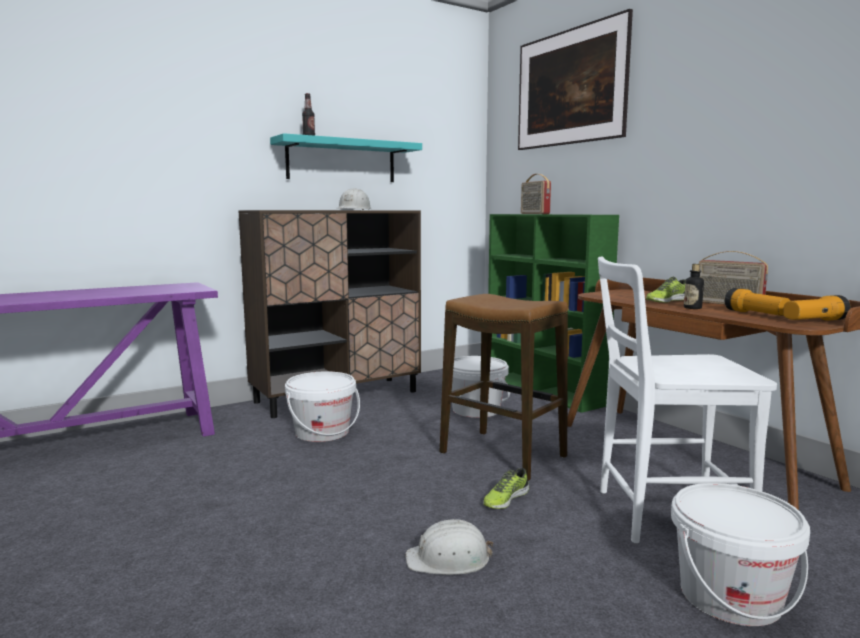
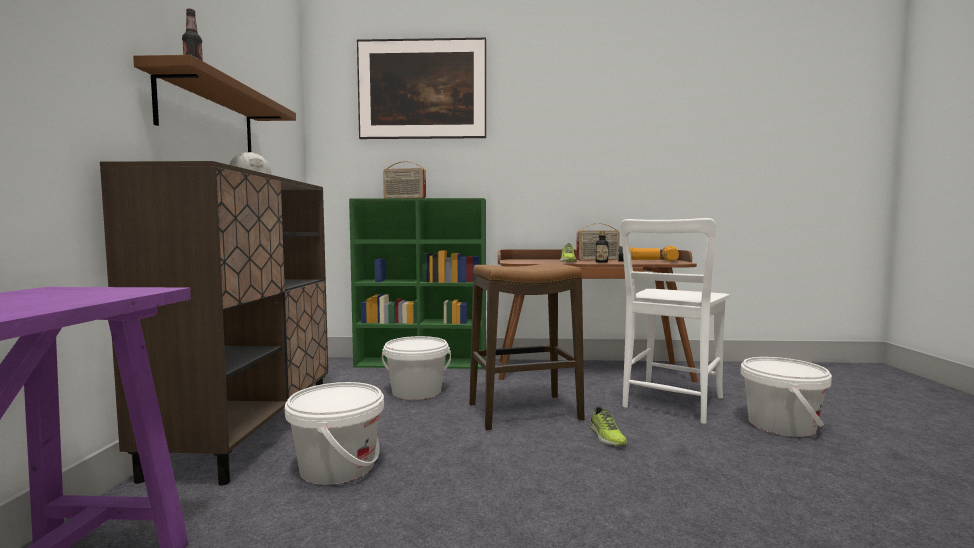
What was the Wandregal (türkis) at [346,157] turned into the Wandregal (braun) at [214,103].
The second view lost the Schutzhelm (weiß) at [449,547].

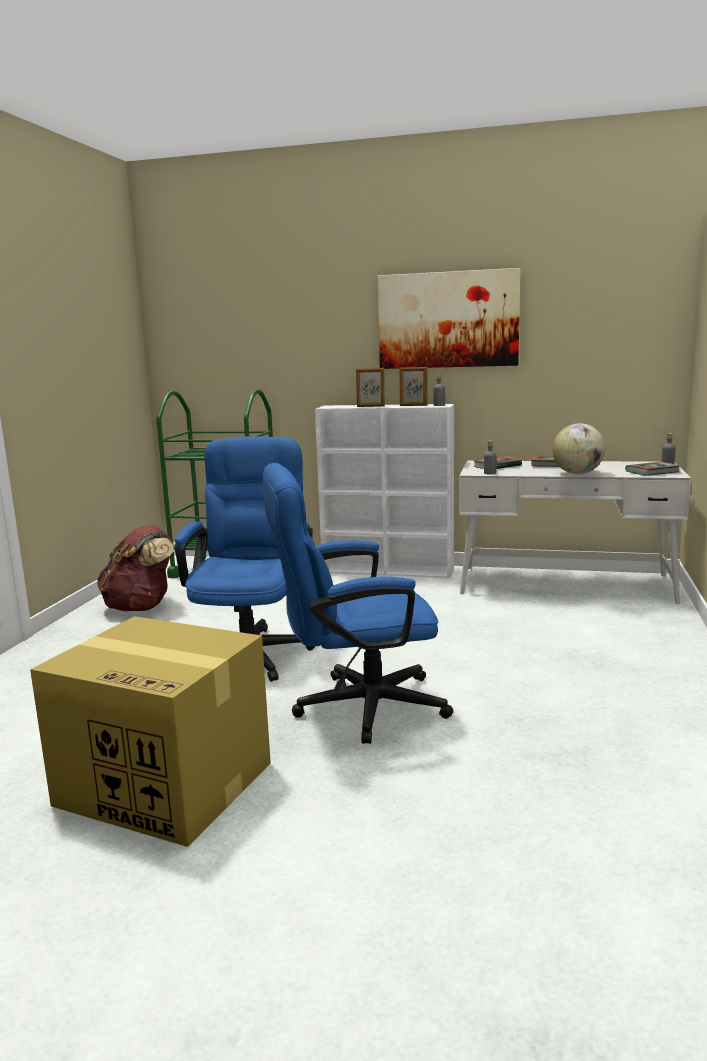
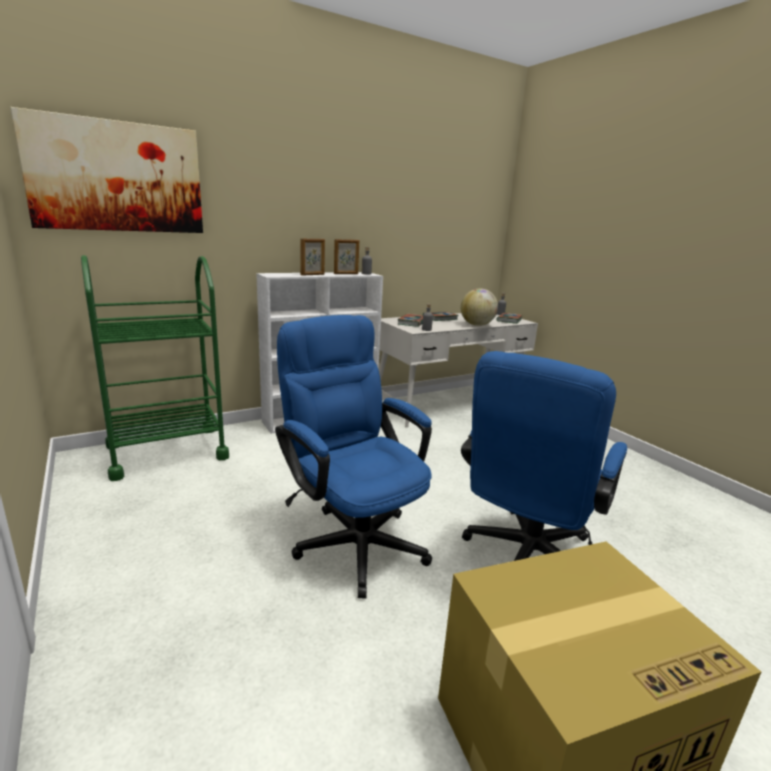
The second view lost the Rucksack (braun) at [135,568].
The Bild ended up elsewhere, having gone from [449,318] to [106,170].

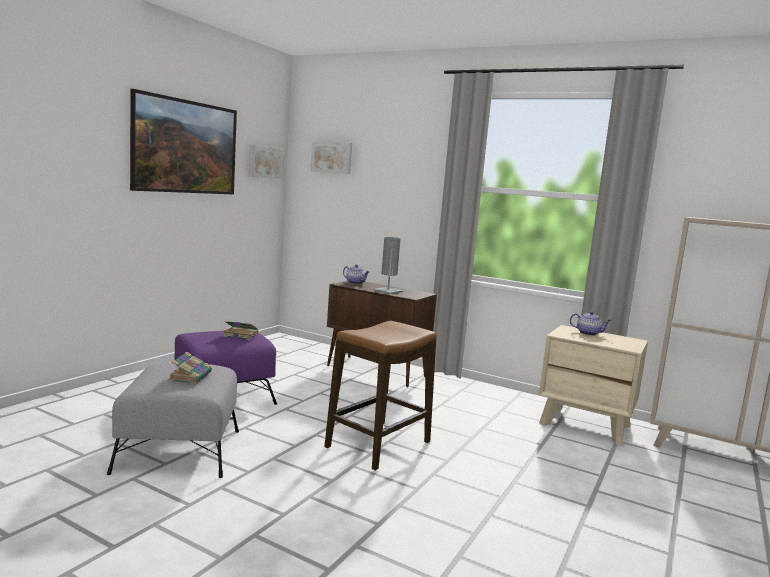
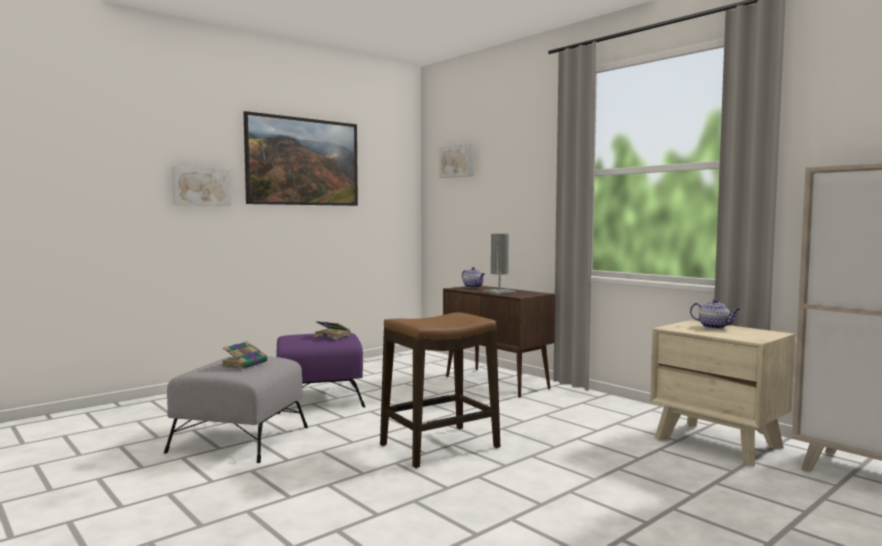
The Bild ended up elsewhere, having gone from [265,162] to [201,186].

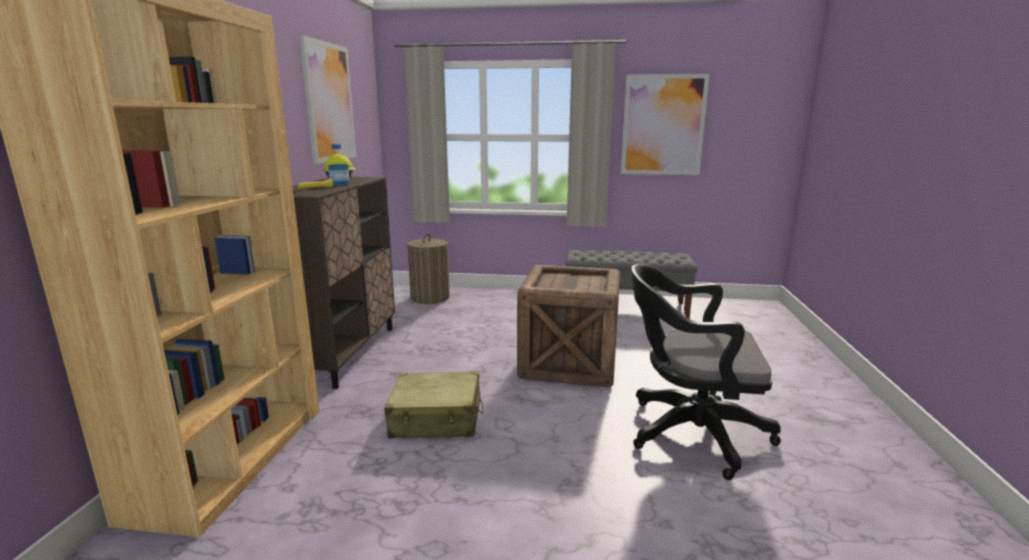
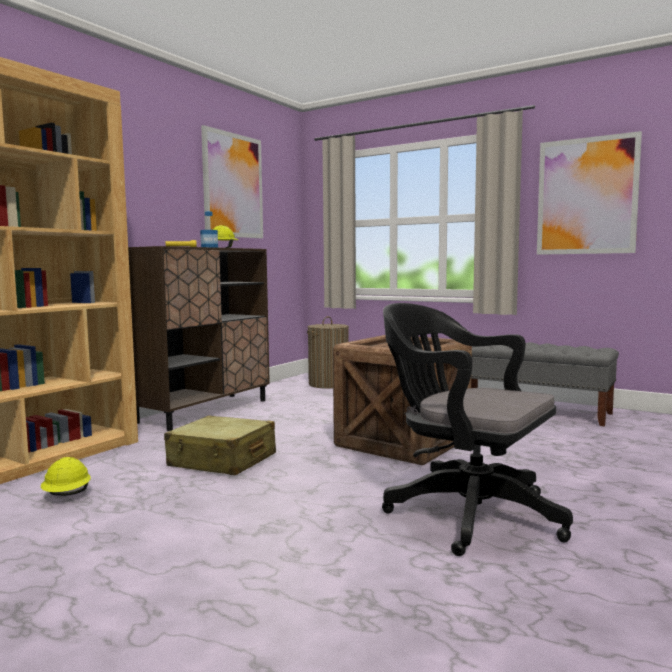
The second view gained the Schutzhelm (gelb) at [66,476].

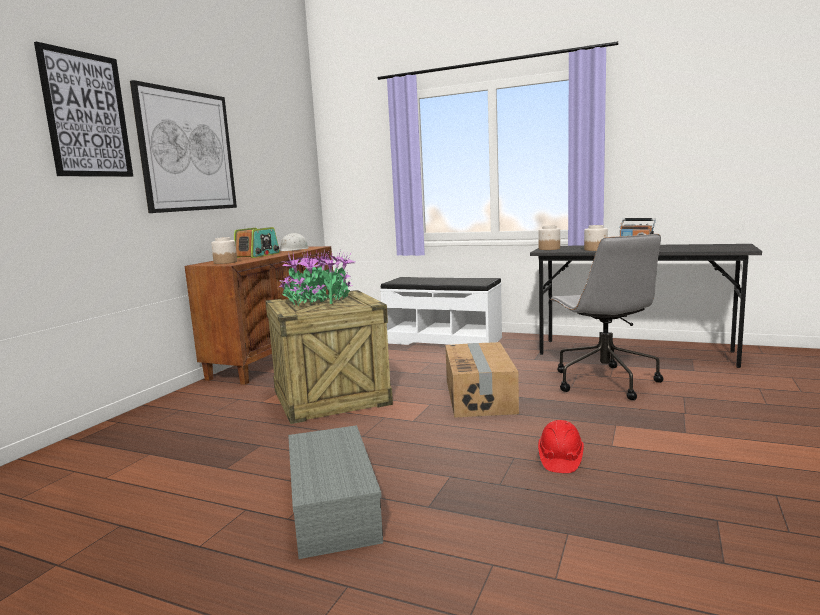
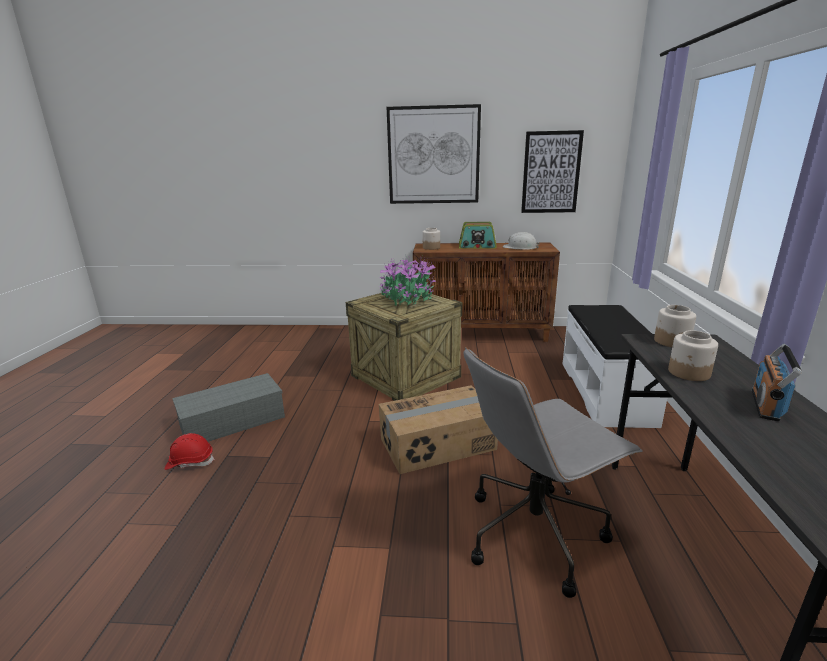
The Bild ended up elsewhere, having gone from [83,109] to [552,171].
The Schutzhelm (rot) ended up elsewhere, having gone from [561,446] to [190,451].

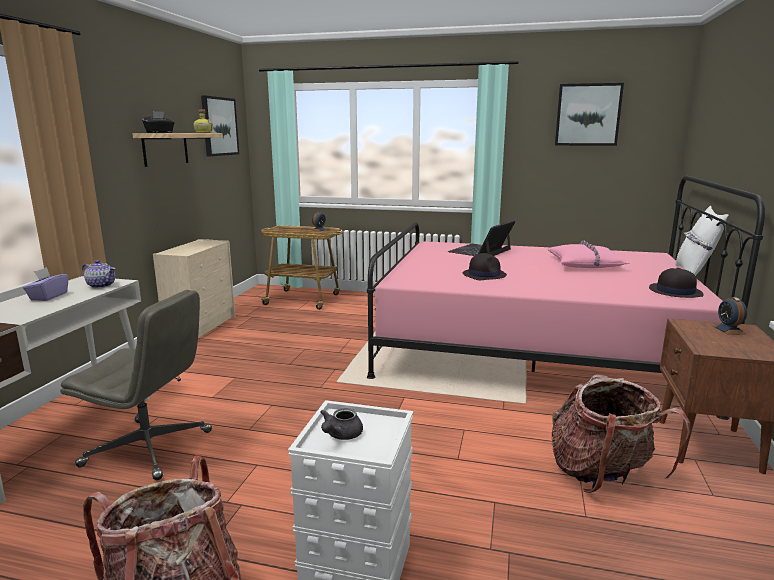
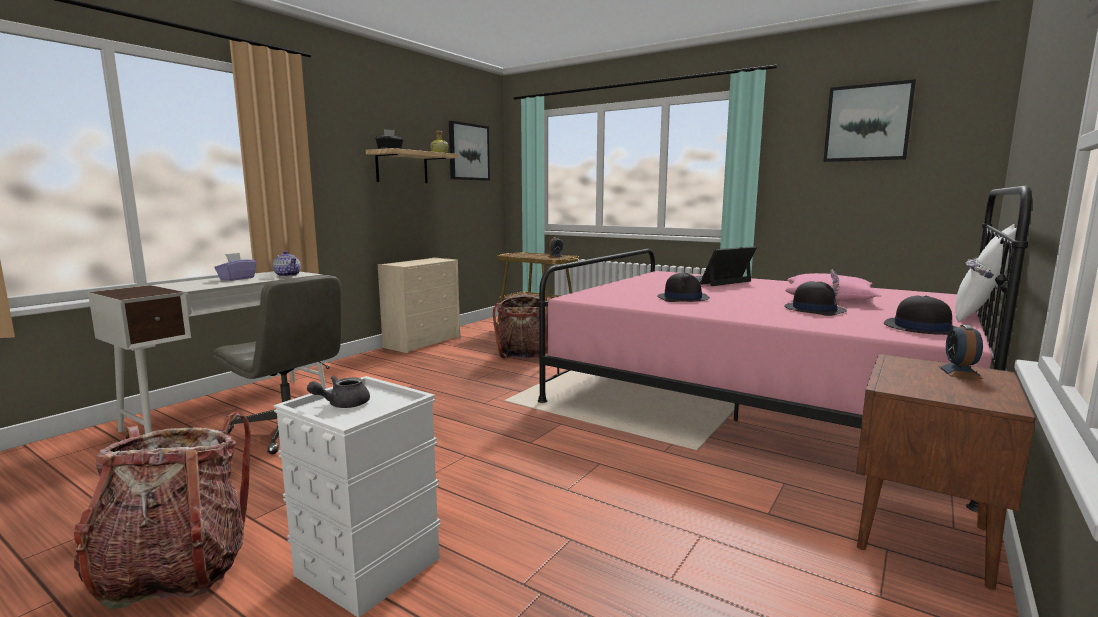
The Rucksack ended up elsewhere, having gone from [620,433] to [520,326].
The second view gained the Hut (schwarz) at [815,298].

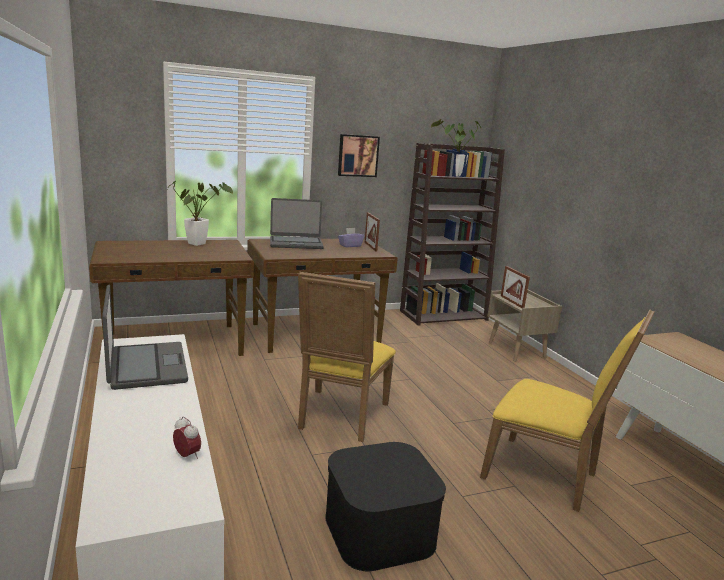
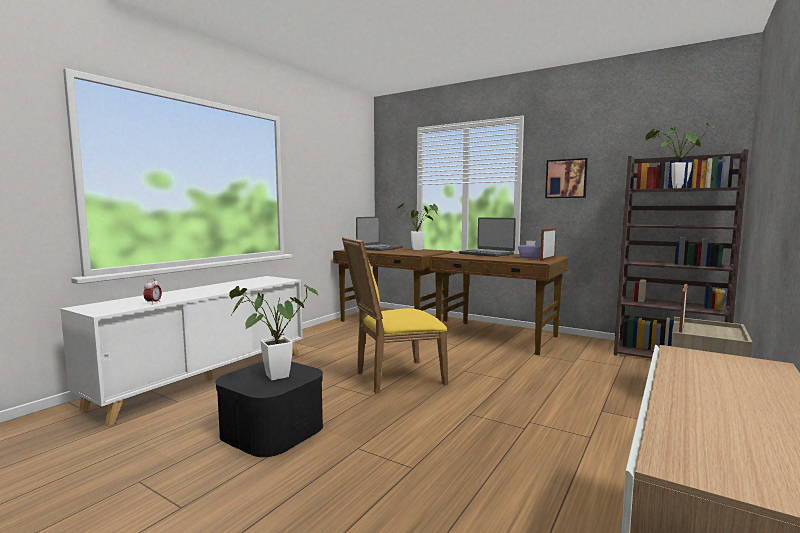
The Laptop ended up elsewhere, having gone from [145,337] to [379,234].
The second view lost the Stuhl (gelb) at [567,410].
The second view gained the Topfpflanze at [274,332].

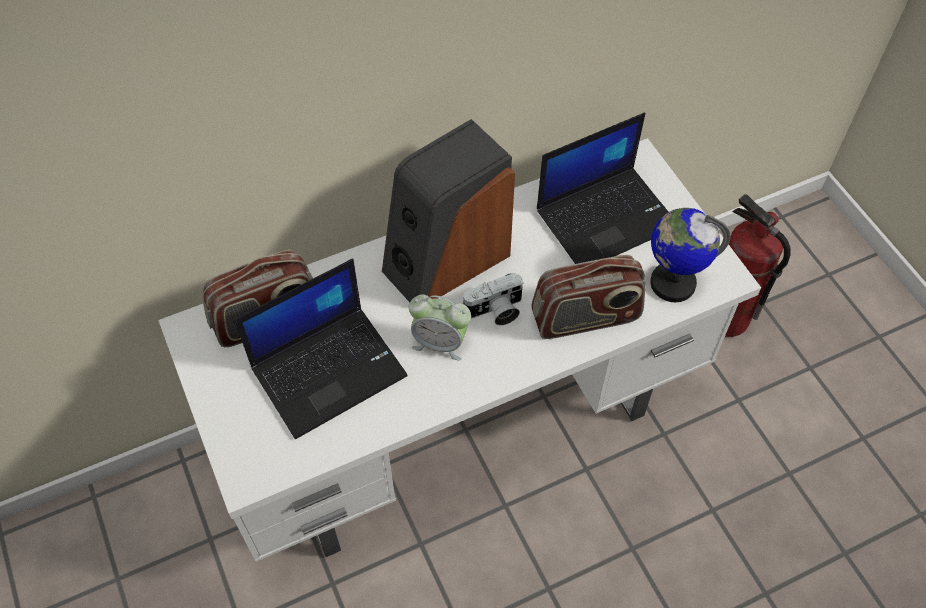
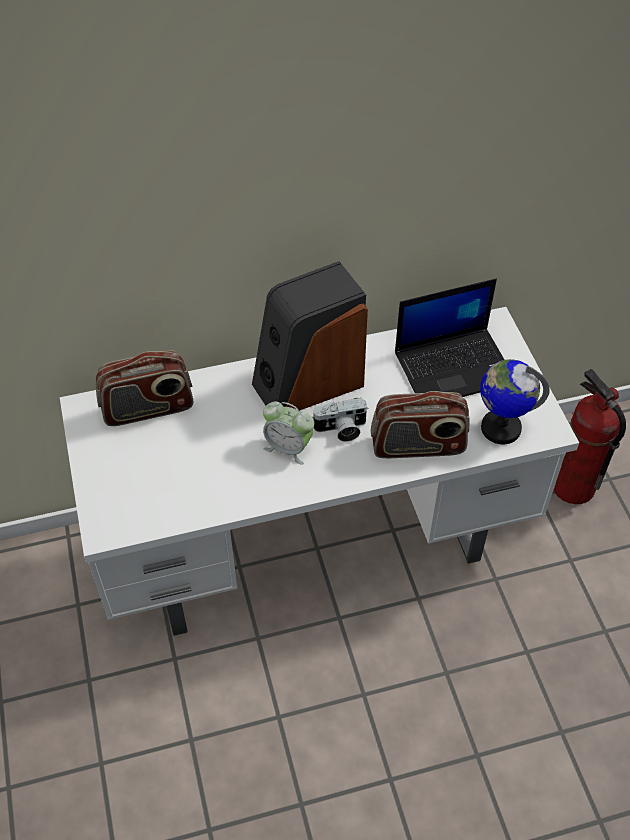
The second view lost the Laptop at [321,349].

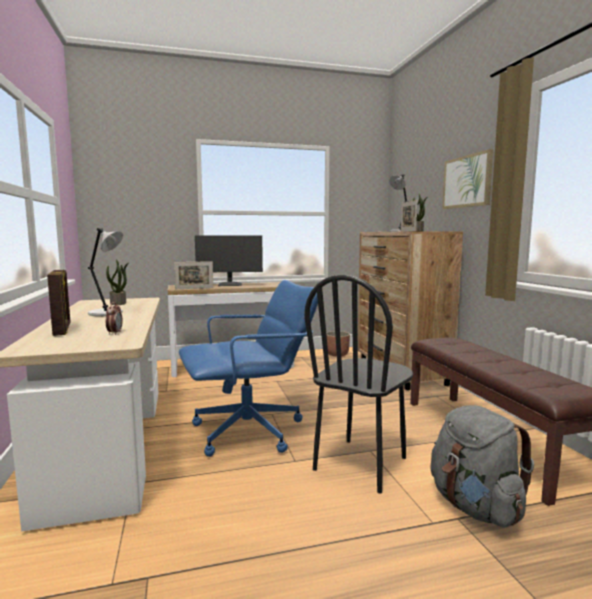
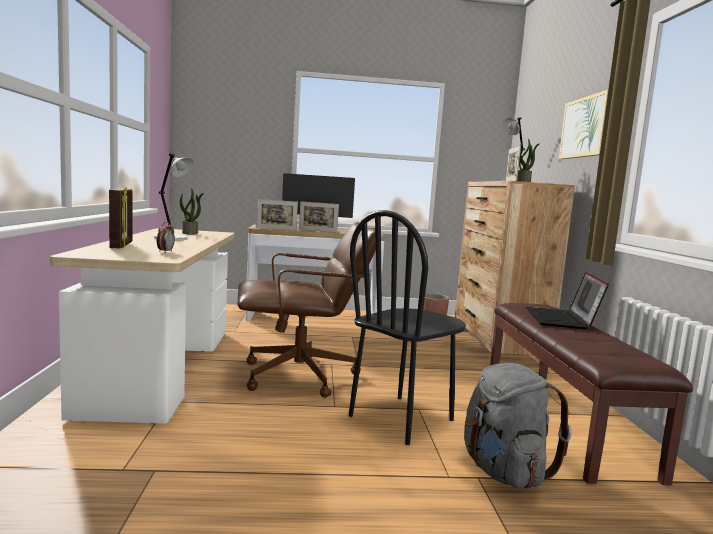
What was the Bürostuhl (blau) at [248,368] turned into the Bürostuhl (braun) at [306,310].
The second view gained the Bilderrahmen at [319,216].
The second view gained the Laptop at [567,300].

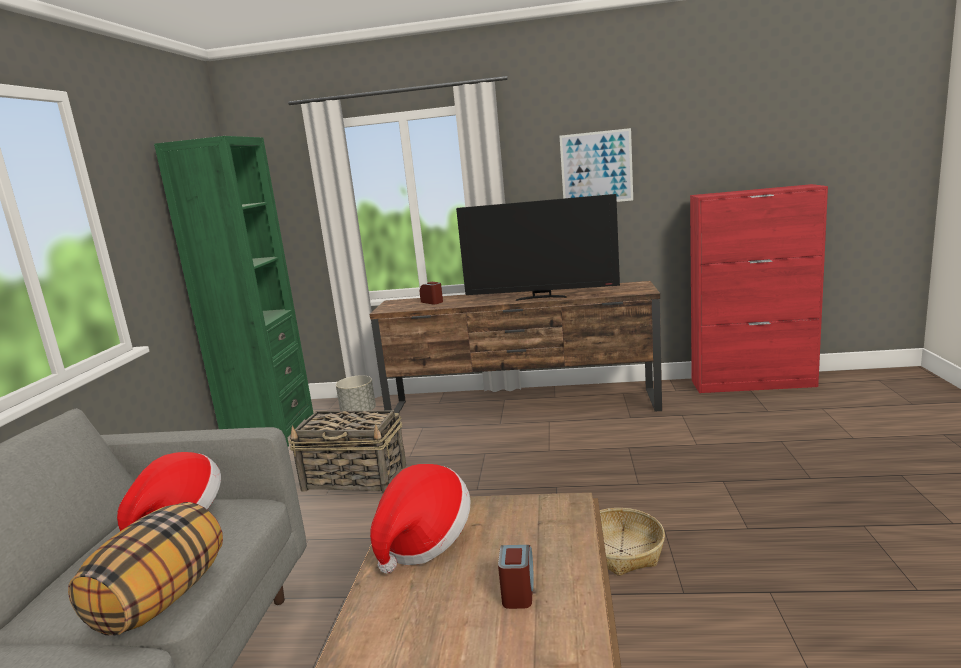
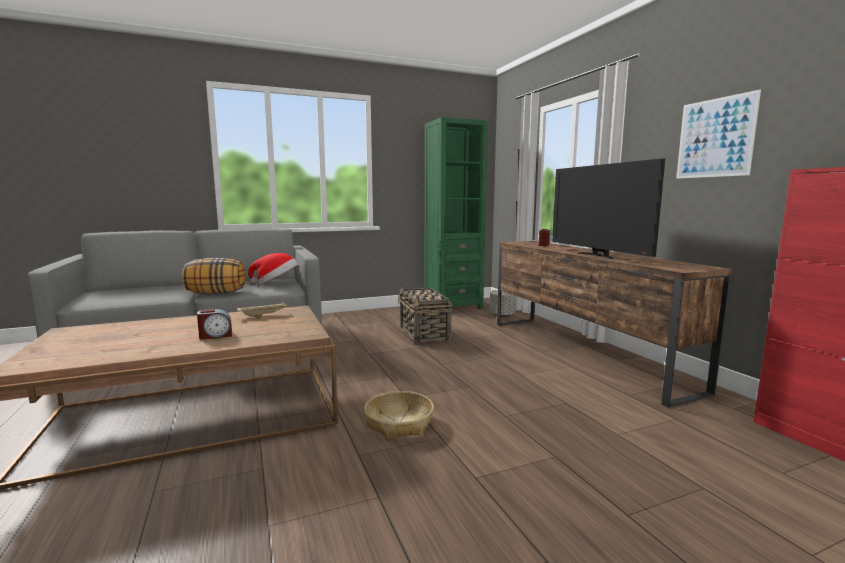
Where the Hut stood at [420,519], the Tablett (beige) came to stand at [262,309].

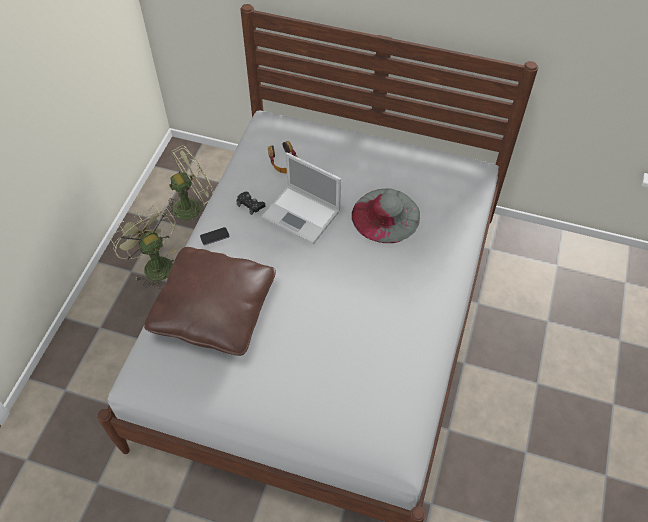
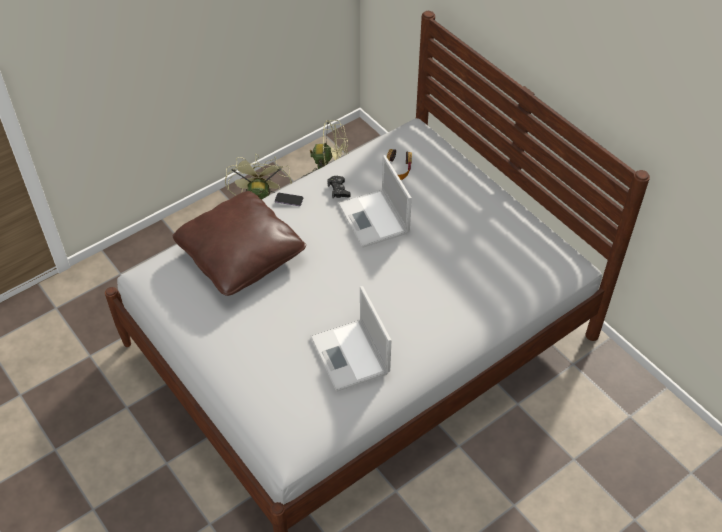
The second view lost the Hut (grau) at [386,215].
The second view gained the Laptop at [351,339].

